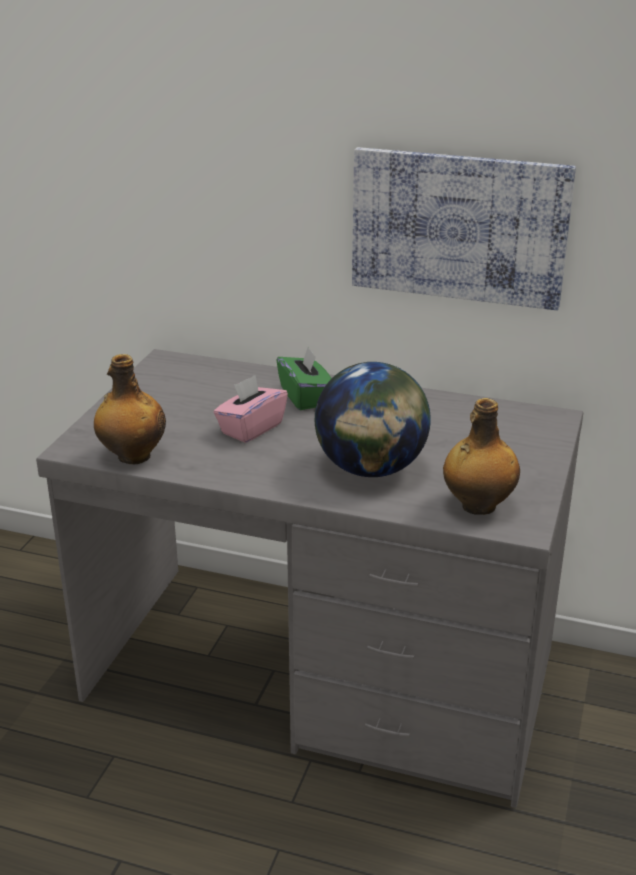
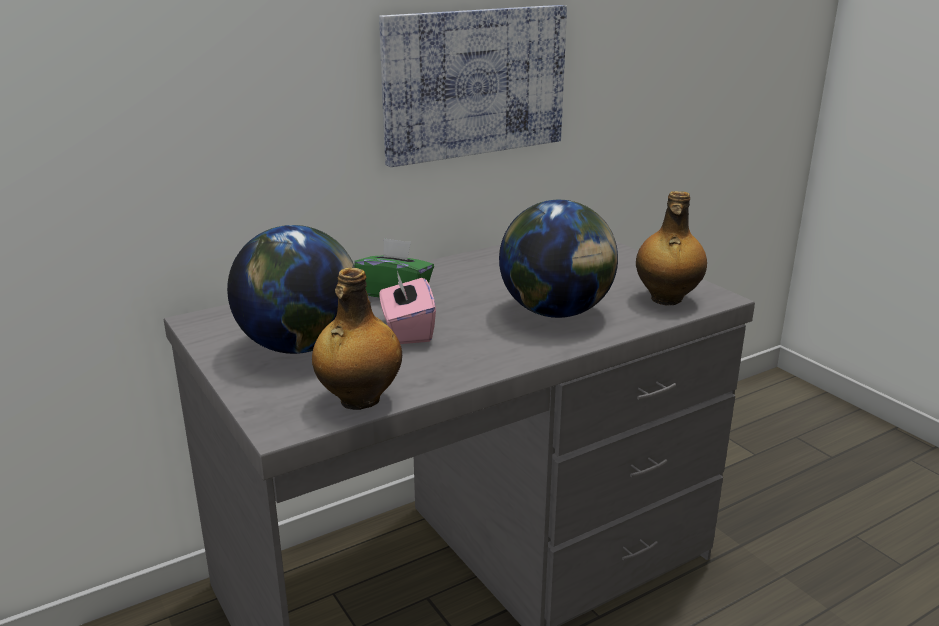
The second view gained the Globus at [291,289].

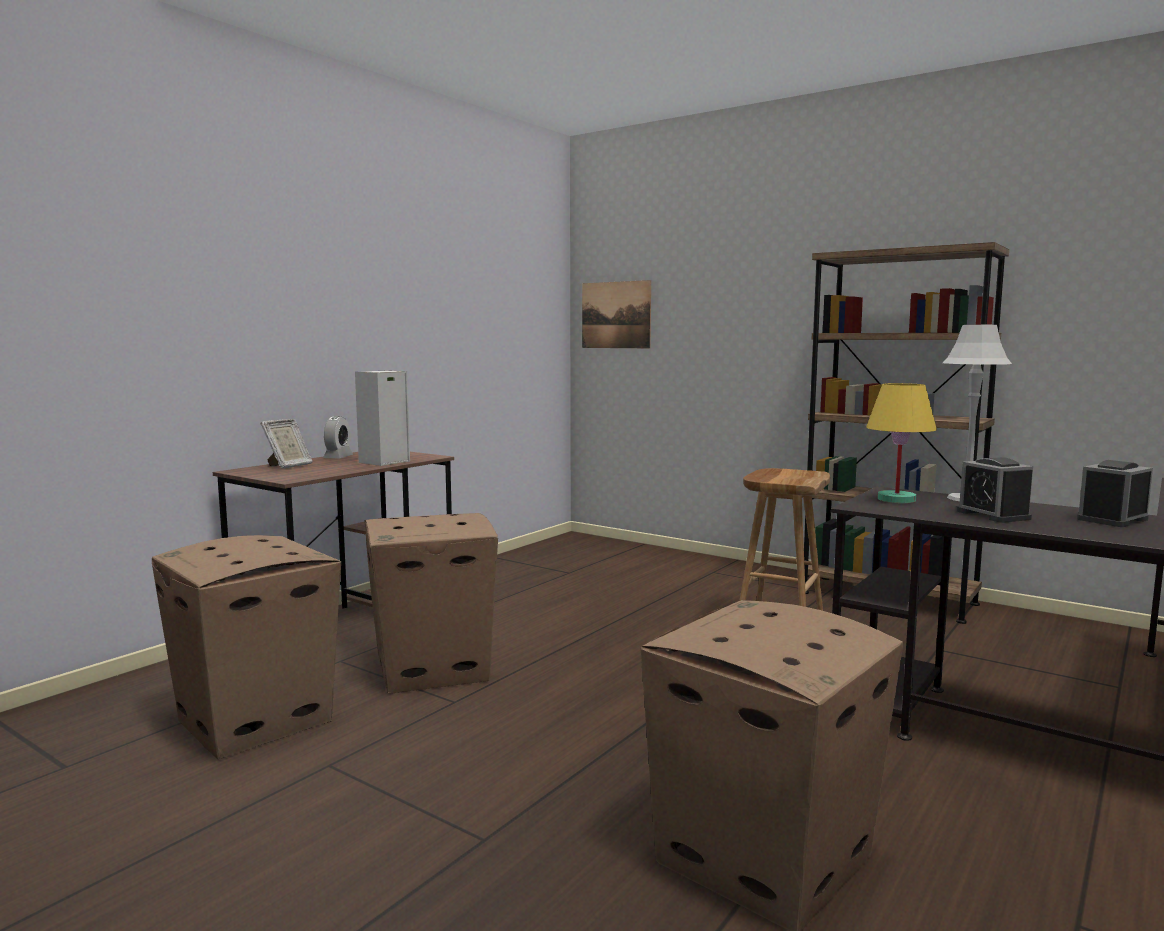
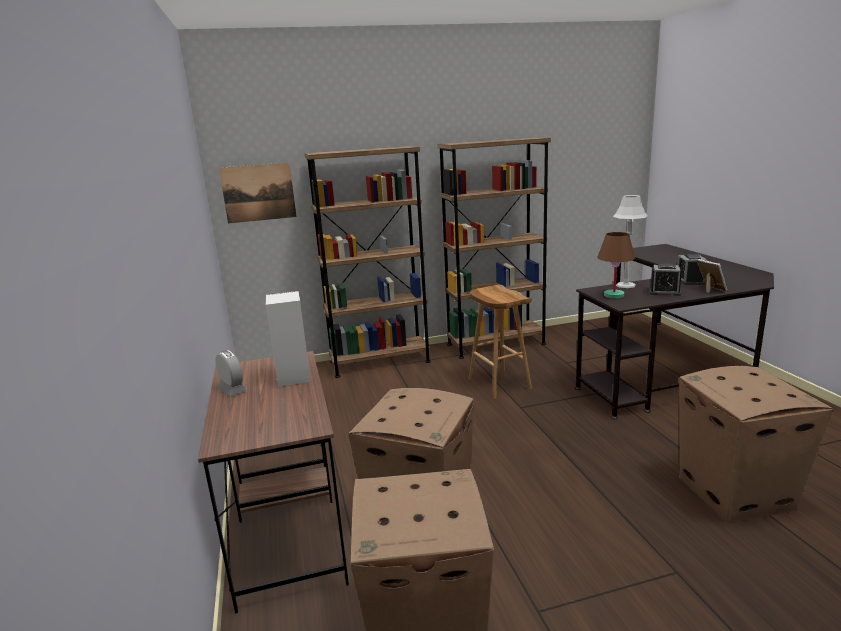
The Bilderrahmen ended up elsewhere, having gone from [286,444] to [712,276].
What was the Tischlampe (gelb) at [901,443] turned into the Tischlampe (braun) at [616,265].
The second view gained the Bücherregal (braun) at [368,262].

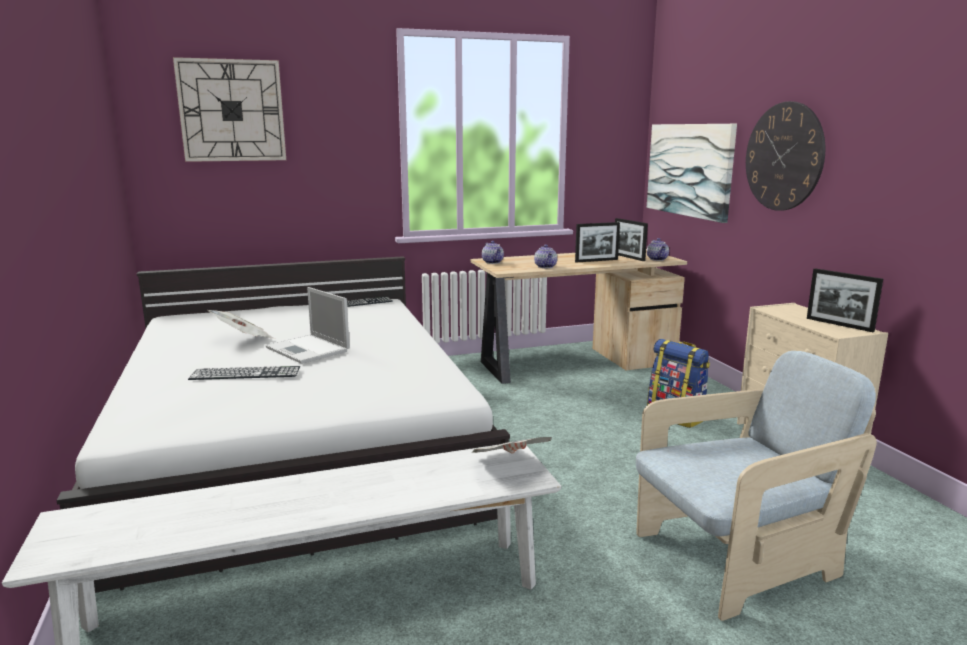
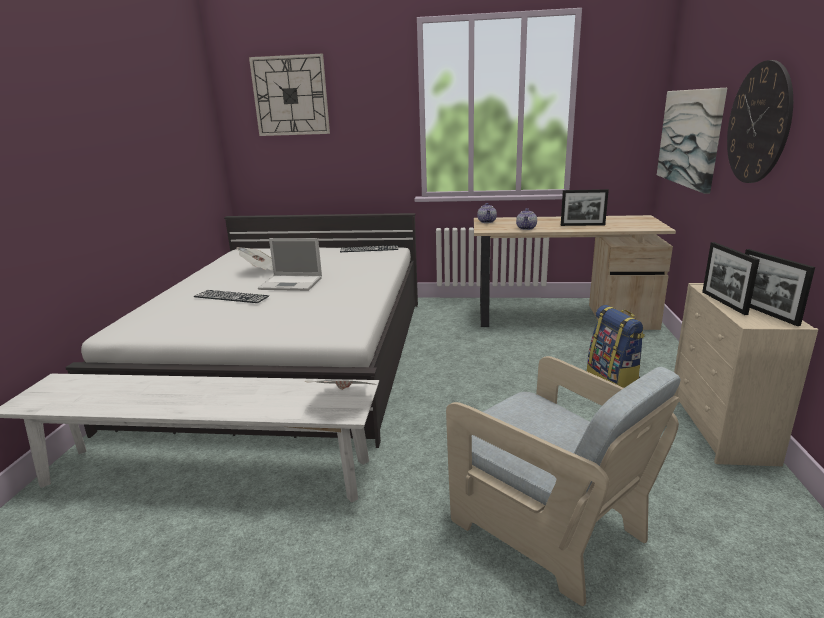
The Laptop at [308,325] ended up facing another way, 60 degrees counterclockwise from before.
The Bilderrahmen ended up elsewhere, having gone from [631,239] to [731,278].
The Sessel (beige) at [756,486] ended up facing another way, 45 degrees clockwise from before.
The second view lost the Teekanne at [658,249].

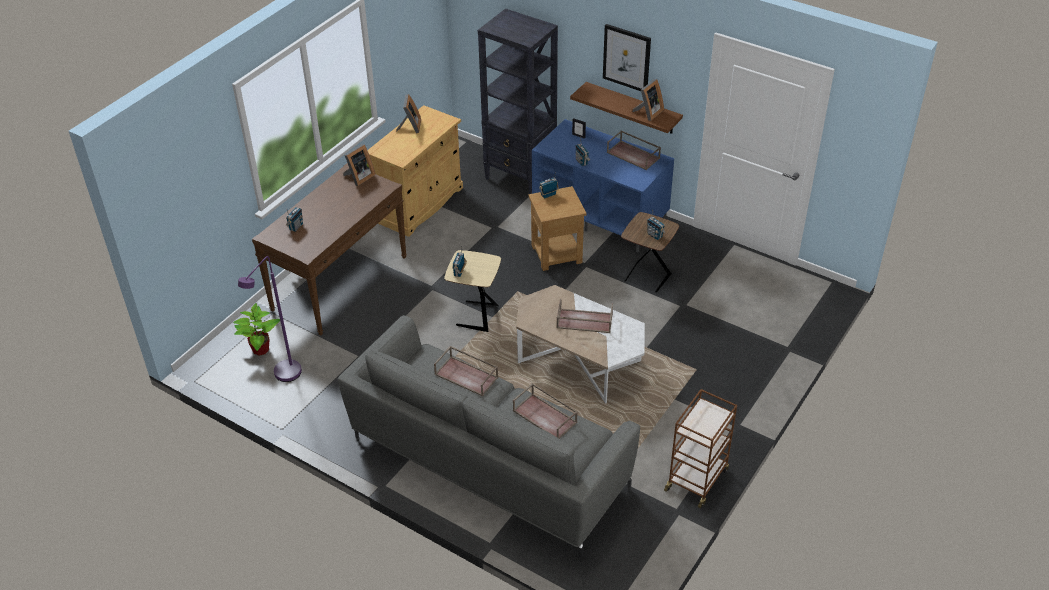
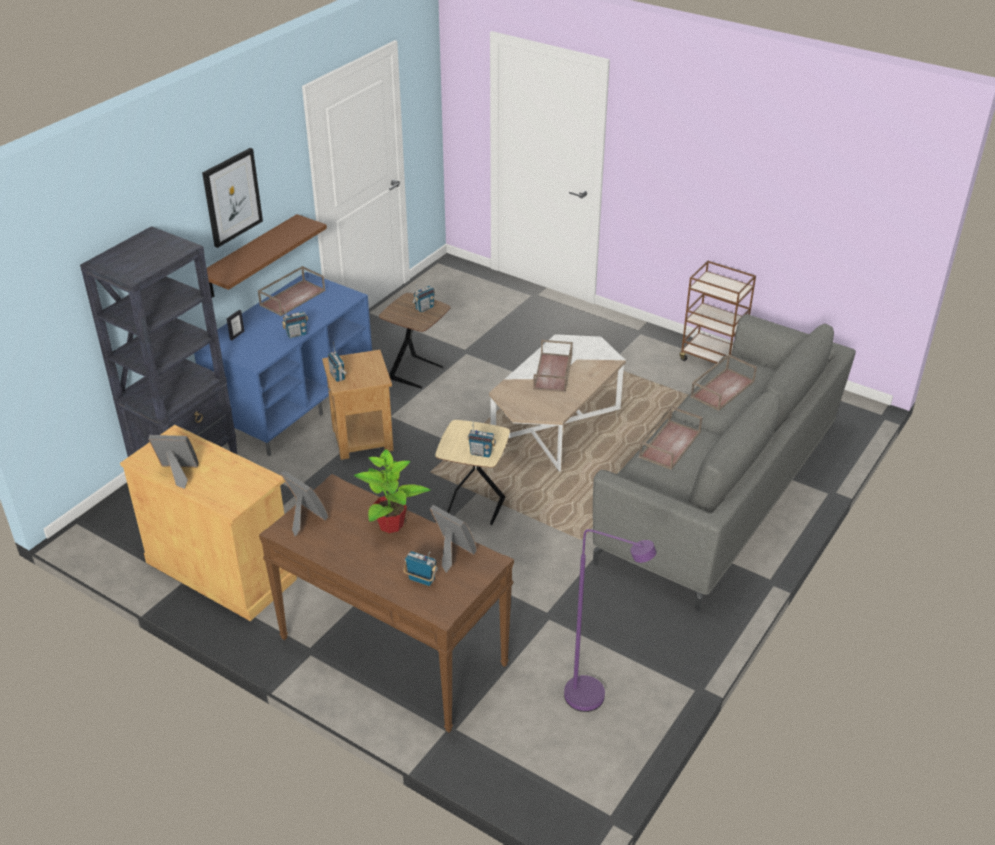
The Topfpflanze ended up elsewhere, having gone from [256,329] to [392,491].
The Bilderrahmen ended up elsewhere, having gone from [648,100] to [453,539].

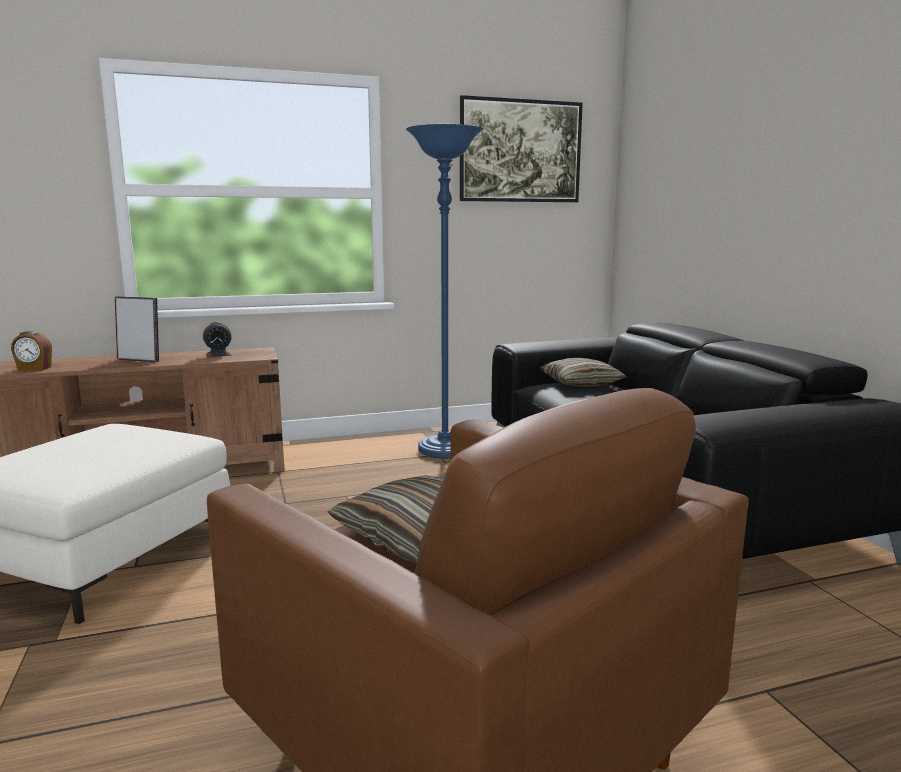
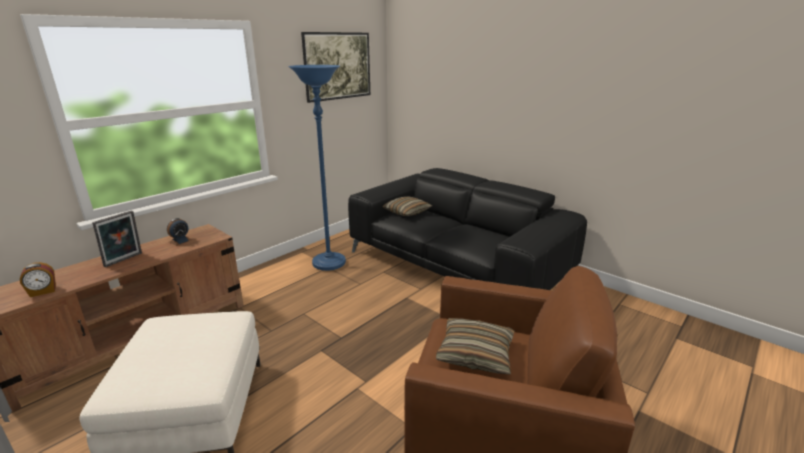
The Bilderrahmen at [137,329] ended up facing another way, 135 degrees clockwise from before.

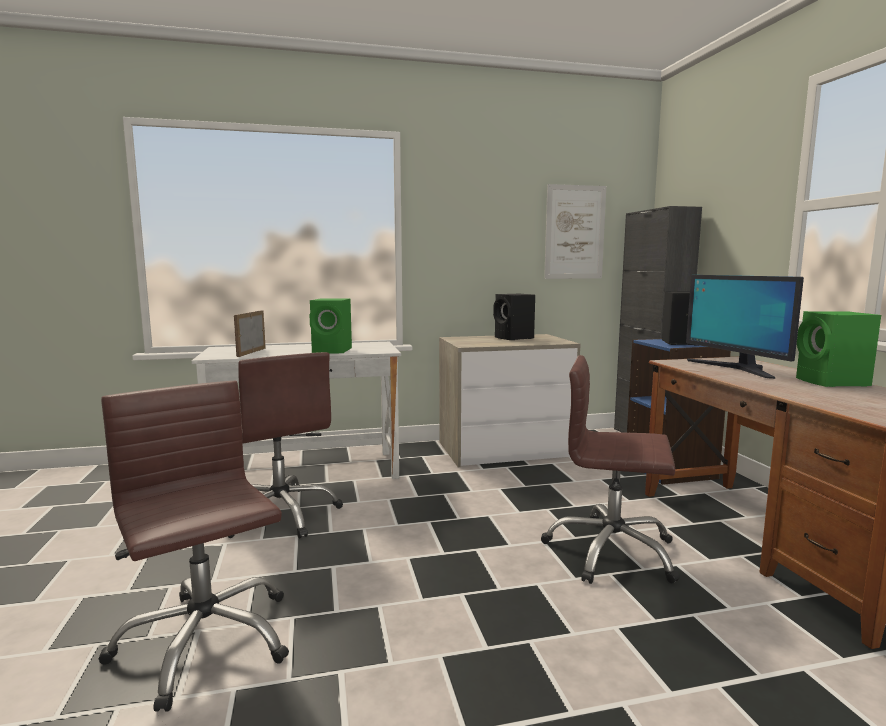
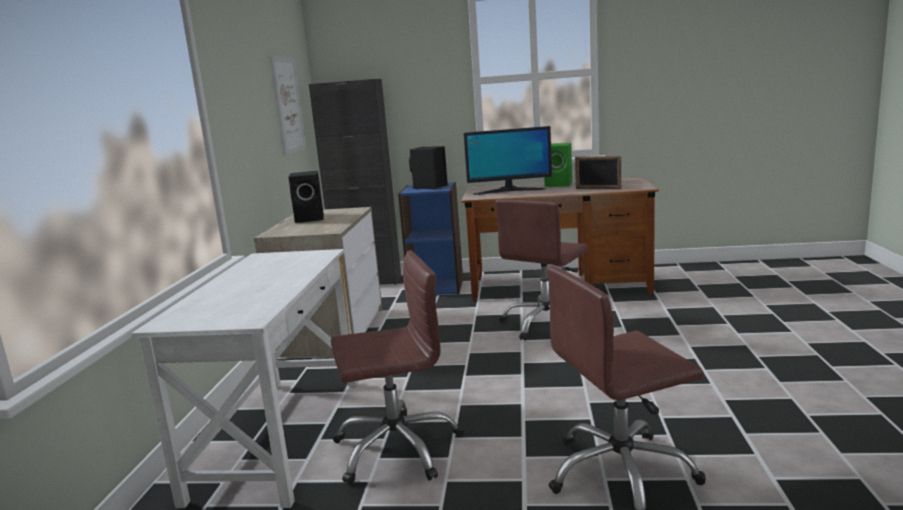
The Bilderrahmen ended up elsewhere, having gone from [250,333] to [598,172].
The second view lost the Lautsprecher (grün) at [330,325].

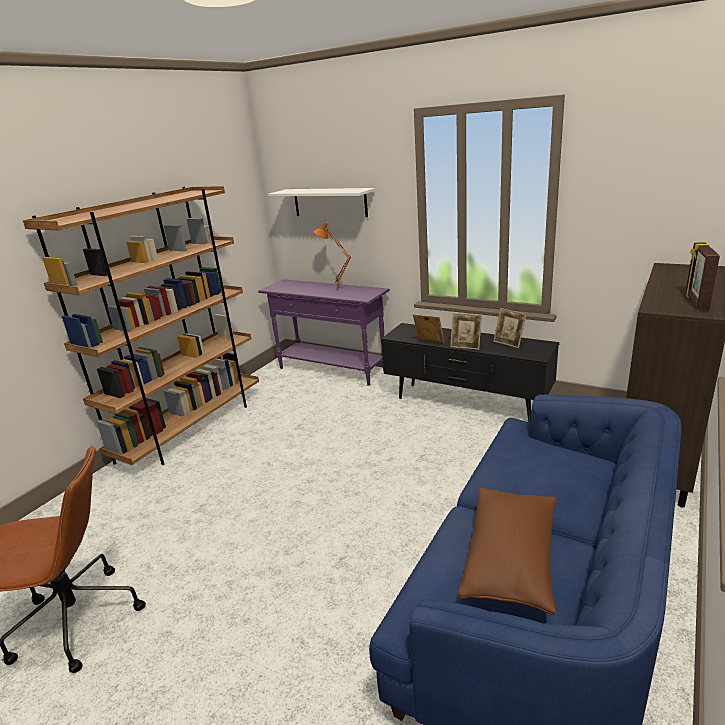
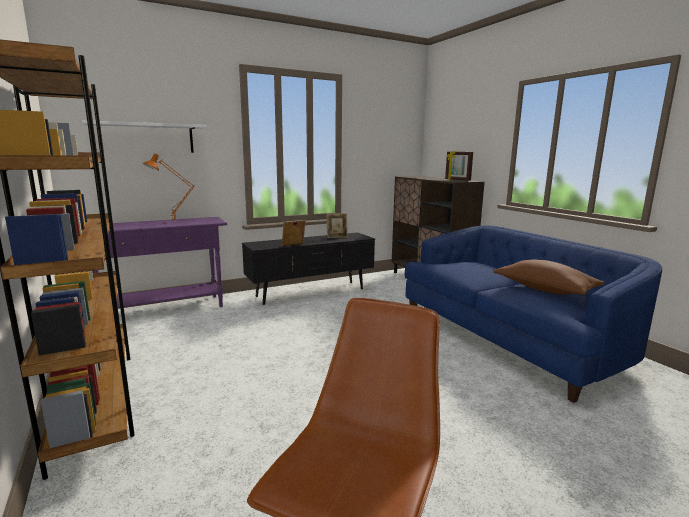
The second view lost the Bilderrahmen at [466,331].

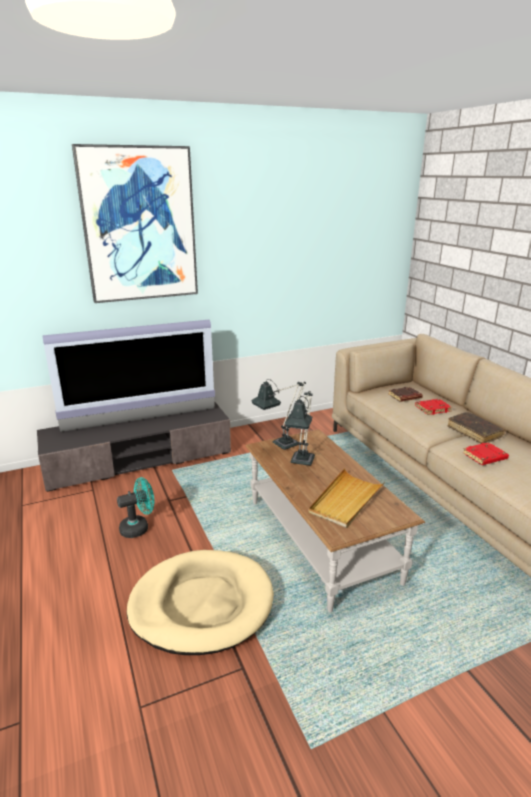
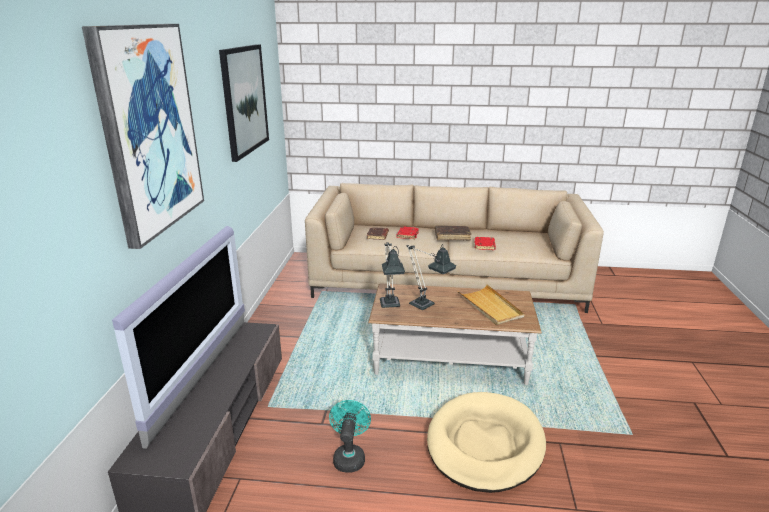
The second view gained the Bild at [244,103].

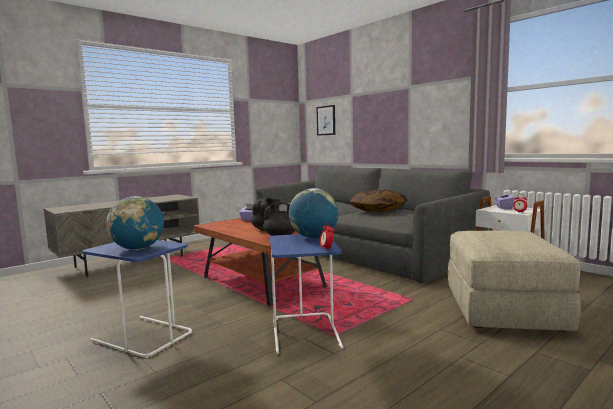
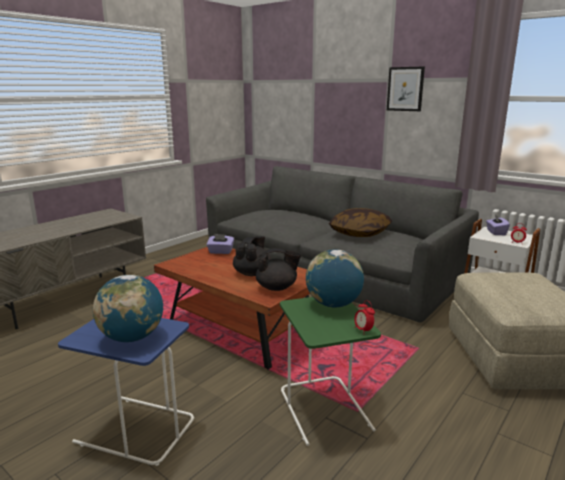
What was the Beistelltisch (blau) at [307,294] turned into the Beistelltisch (grün) at [330,371].
The Bild ended up elsewhere, having gone from [325,120] to [406,88].

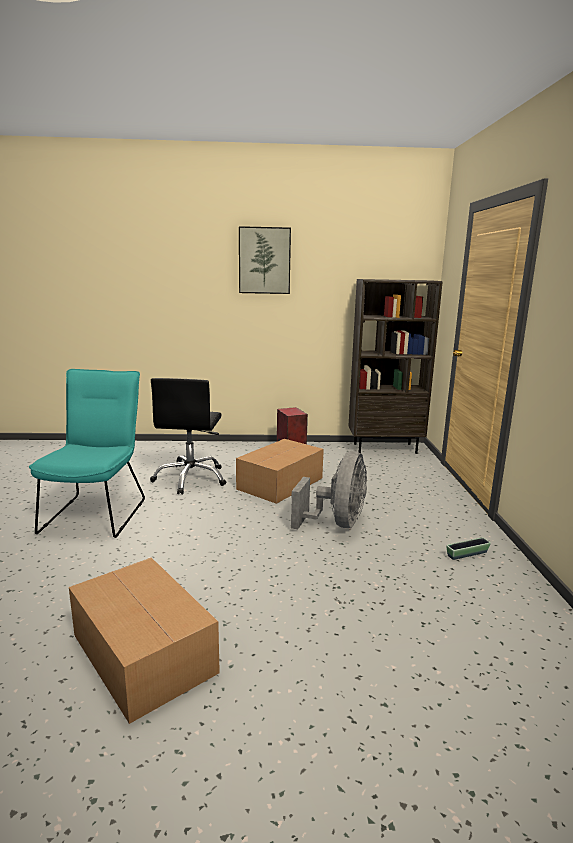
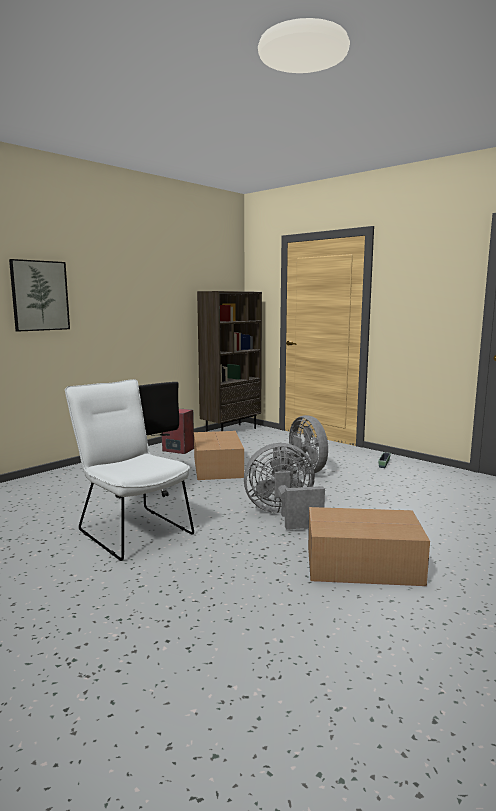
What was the Stuhl (türkis) at [87,453] turned into the Stuhl (weiß) at [129,470].
The Bild ended up elsewhere, having gone from [265,260] to [39,295].
The second view gained the Ventilator (grau) at [284,486].

